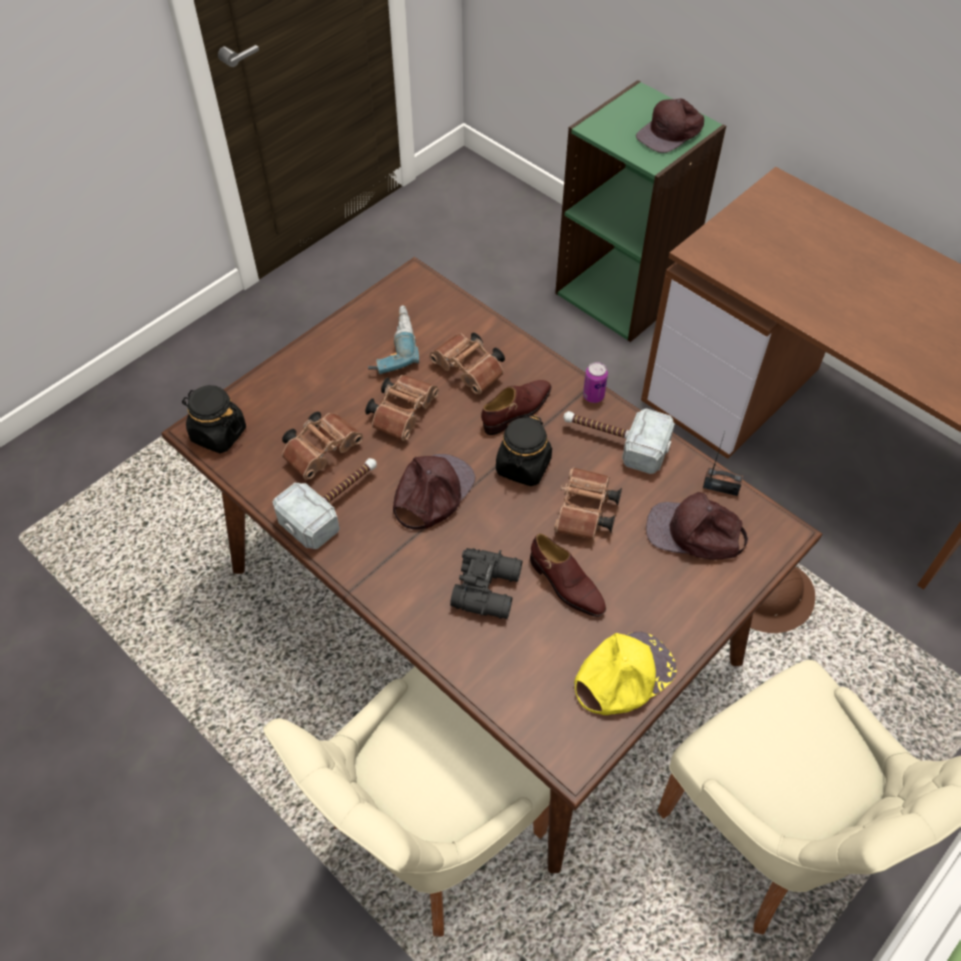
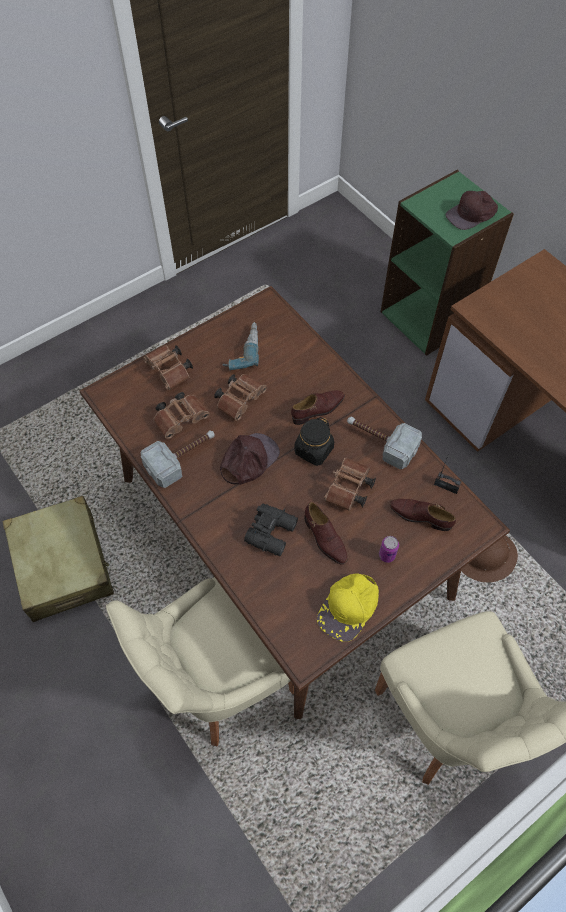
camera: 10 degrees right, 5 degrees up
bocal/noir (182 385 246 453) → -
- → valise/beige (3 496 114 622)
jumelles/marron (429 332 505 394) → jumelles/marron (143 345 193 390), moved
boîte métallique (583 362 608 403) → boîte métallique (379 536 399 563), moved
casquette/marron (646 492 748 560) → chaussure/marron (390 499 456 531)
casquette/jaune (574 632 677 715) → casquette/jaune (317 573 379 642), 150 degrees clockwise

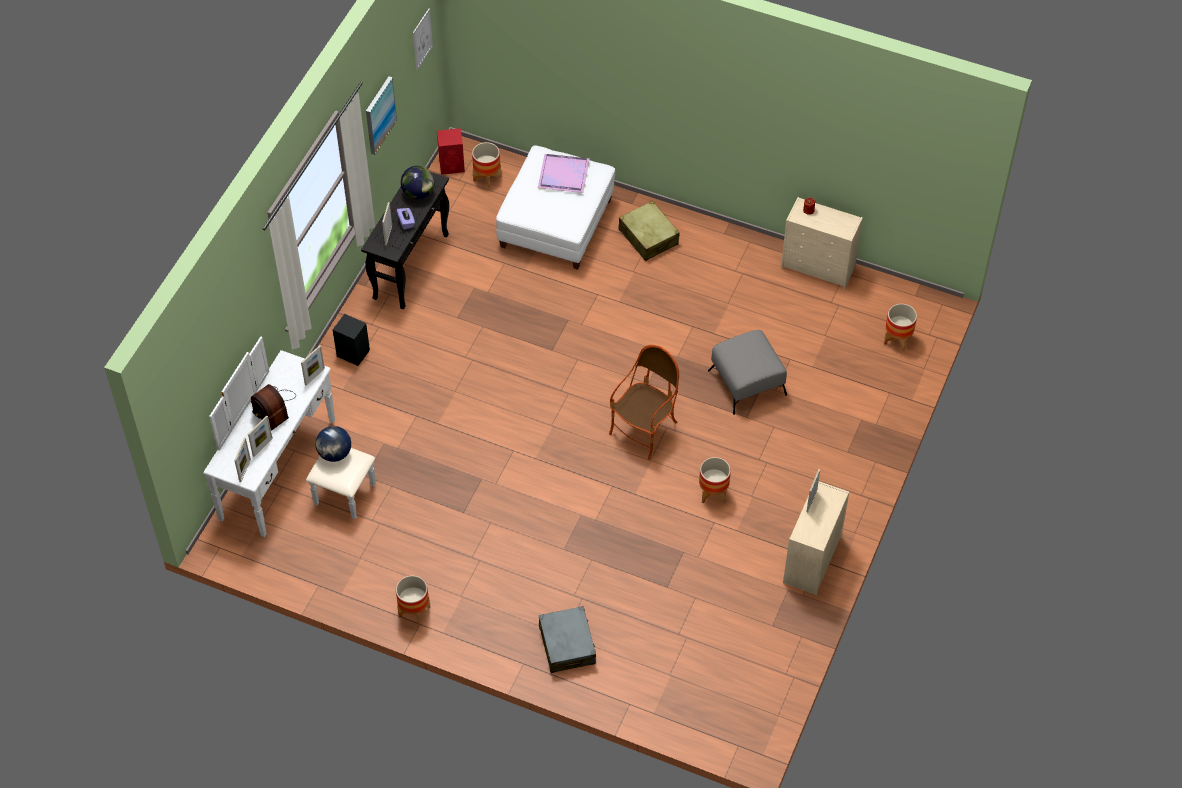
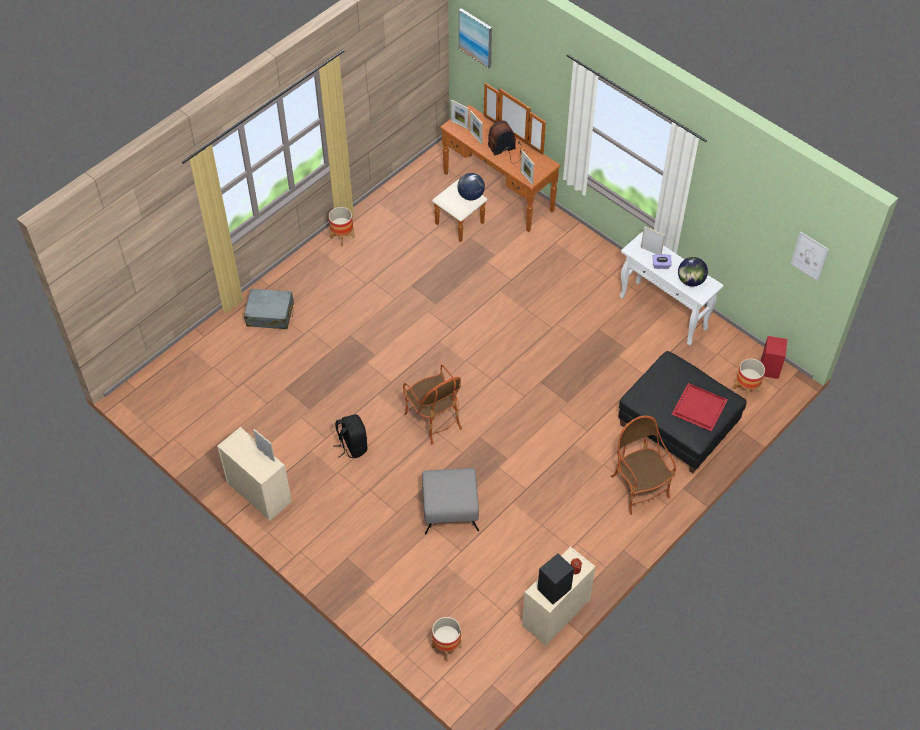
camera: 110 degrees right, 0 degrees up
enceinte/noir (333 314 370 366) → enceinte/noir (537 553 574 604), moved
tableau (366 76 397 155) → tableau (459 8 492 69), moved
valise/beige (618 201 680 261) → fauteuil (611 416 676 515)
cache-pot (699 457 731 504) → sac à dos/noir (333 414 367 458)
commode/blanc (203 336 375 537) → commode/marron (432 83 561 242)
table console/noir (361 172 449 309) → table console/blanc (619 231 724 345)
pouf/blanc (496 146 615 270) → pouf/noir (618 351 747 473)
plateau/violet (538 154 590 193) → plateau/rouge (672 383 728 432)

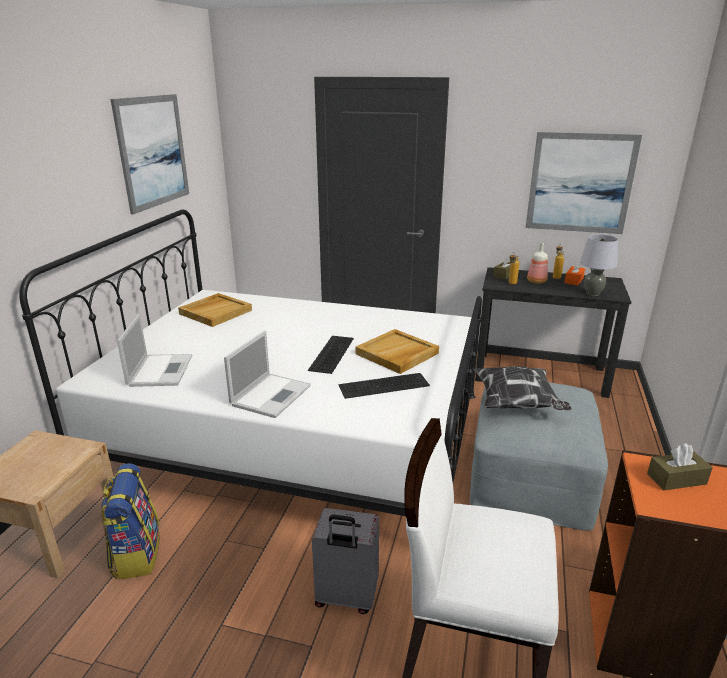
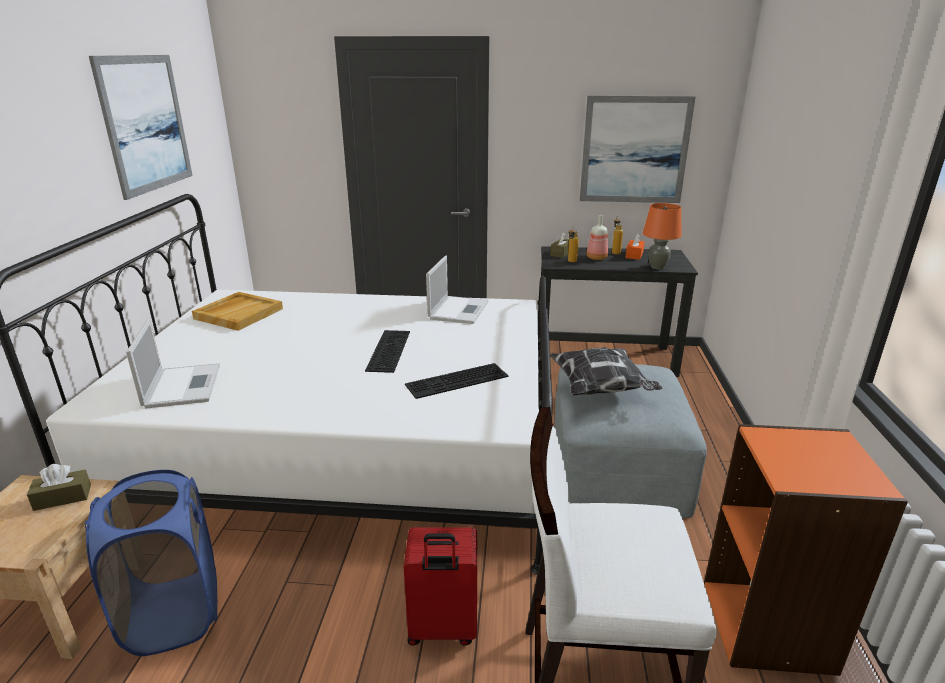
camera: 10 degrees left, 0 degrees up
plateau/beige (355 329 439 374) → -
ordinateur portable (224 331 311 418) → ordinateur portable (426 256 489 324), moved
boîte à mouchoirs/marron (647 443 713 491) → boîte à mouchoirs/marron (27 464 91 511), moved
sac à dos (101 463 159 580) → panier à linge/bleu (85 470 217 656)
valise/gris (312 508 379 614) → valise/rouge (404 527 477 646)
lampe de table/gris (580 234 618 296) → lampe de table/orange (643 203 682 269)

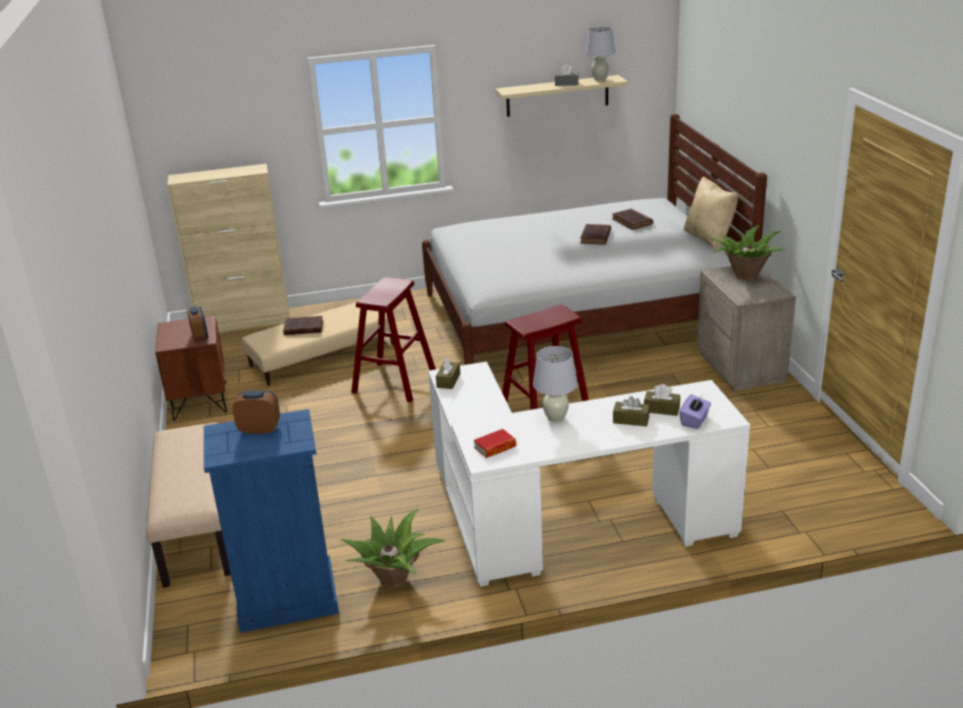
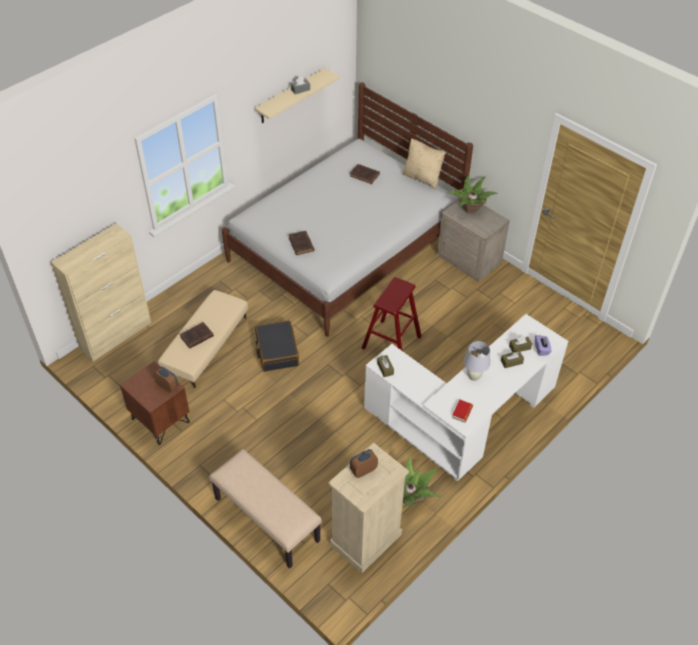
camera: 35 degrees left, 20 degrees up
lampe de table/blanc (585 27 615 81) → -
livre/marron (580 224 611 245) → livre/marron (289 231 314 255), moved
tabouret/rouge (351 277 436 402) → valise/noir (255 321 299 372)
commode/bleu (204 409 339 633) → commode/beige (328 443 409 573)

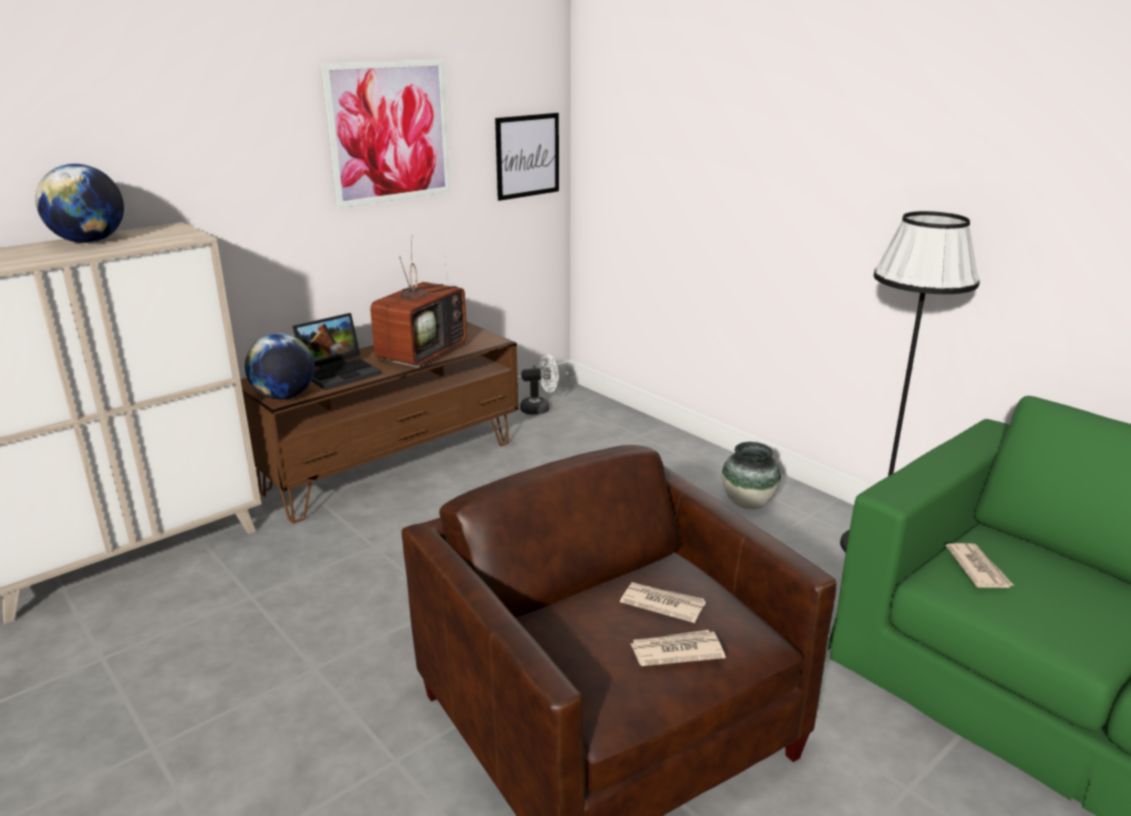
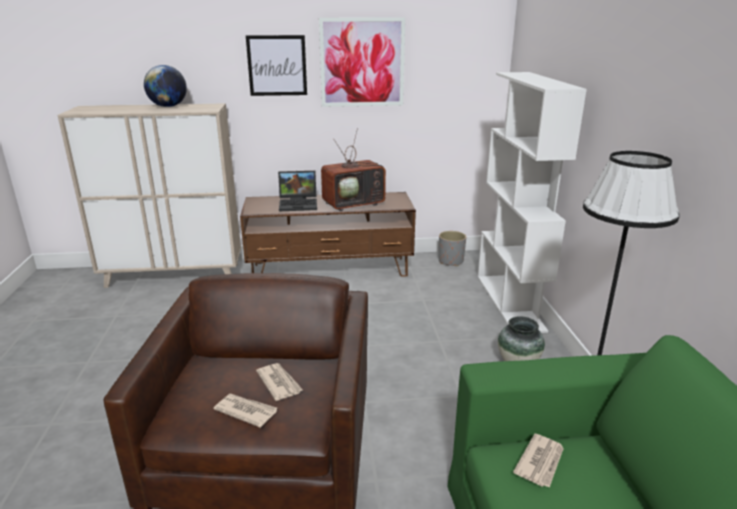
camera: 35 degrees right, 0 degrees up
globe (245 333 315 399) → -
- → bibliothèque/blanc (477 72 587 333)
tableau (495 113 559 201) → tableau (246 35 307 96), moved
ventilateur/blanc (520 354 559 415) → cache-pot/gris (439 231 466 266)

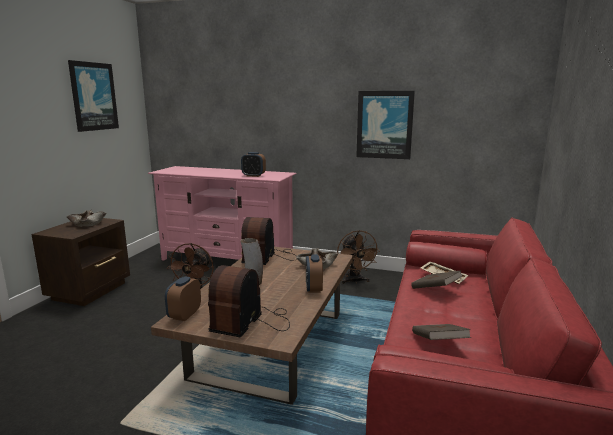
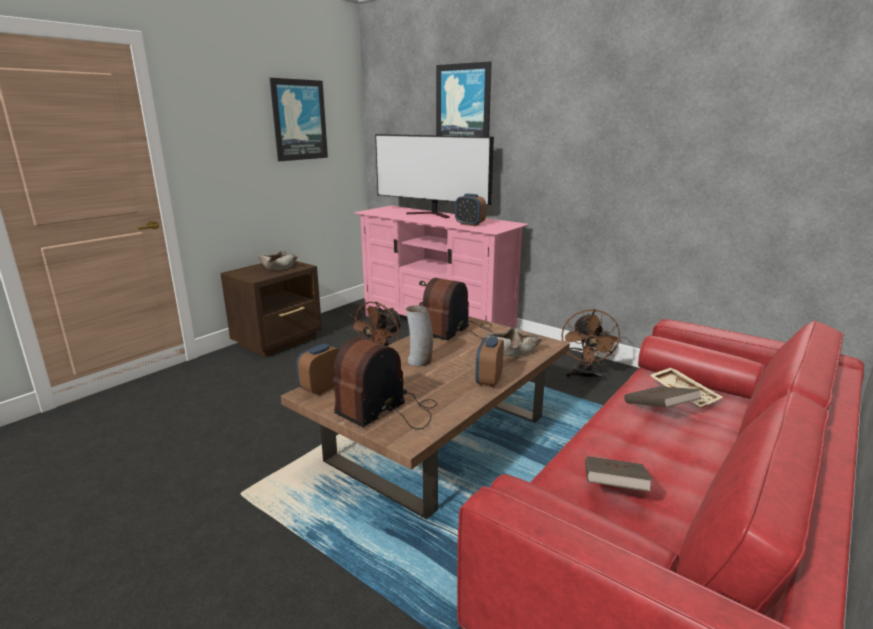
camera: 20 degrees right, 5 degrees up
- → téléviseur (375 134 494 218)
tableau (356 91 415 159) → tableau (436 61 492 137), moved

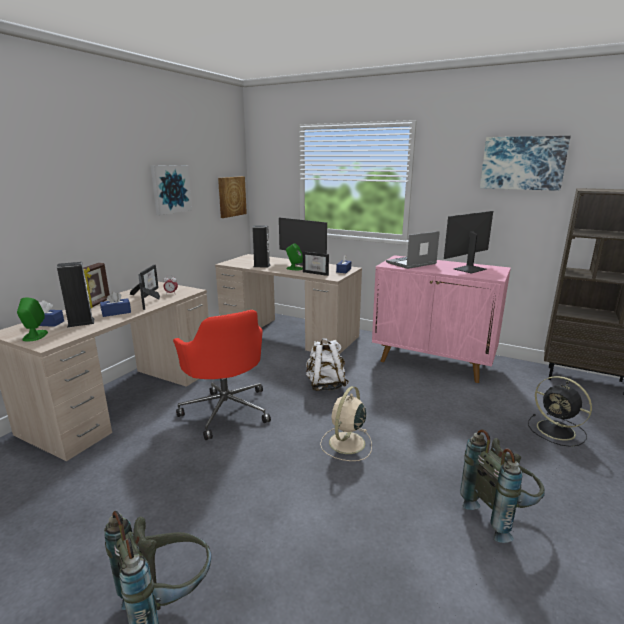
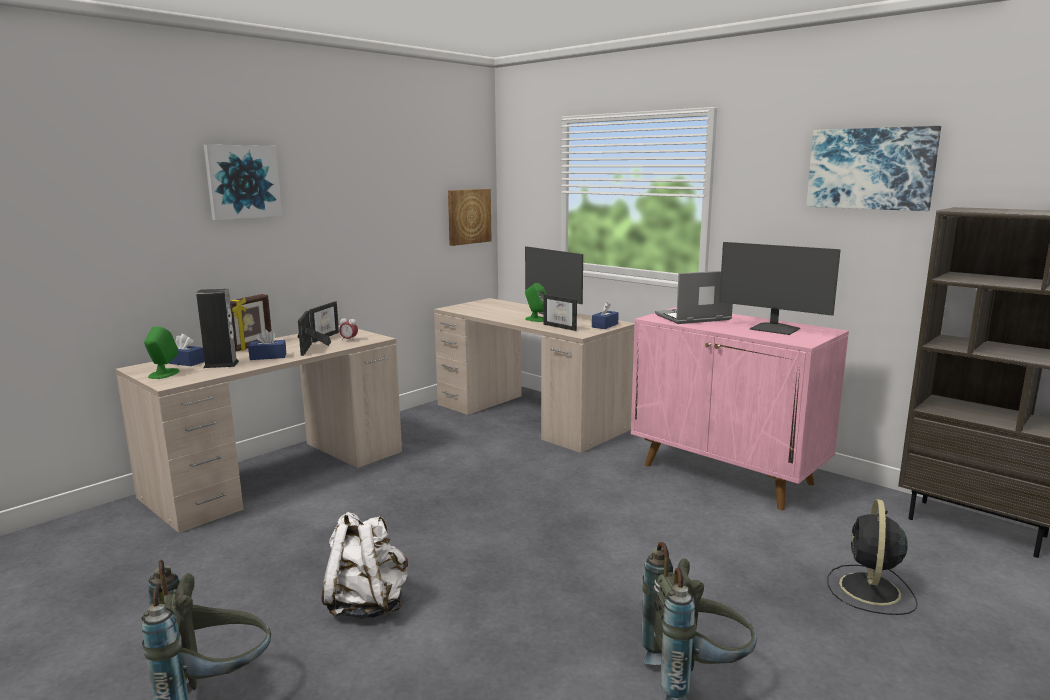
camera: 15 degrees right, 5 degrees down
chaise de bureau/rouge (173 310 271 440) → -
enceinte (252 225 270 268) → -
ventilateur/beige (320 386 372 461) → -
tableau (151 165 192 215) → tableau (204 145 282 220), moved
sac à dos/blanc (306 338 349 391) → sac à dos/blanc (322 512 408 619), moved
écran d'ordinateur (444 211 493 274) → écran d'ordinateur (719 242 841 335), 120 degrees counterclockwise
ventilateur/noir (528 376 592 447) → ventilateur/noir (828 499 918 615), 45 degrees clockwise

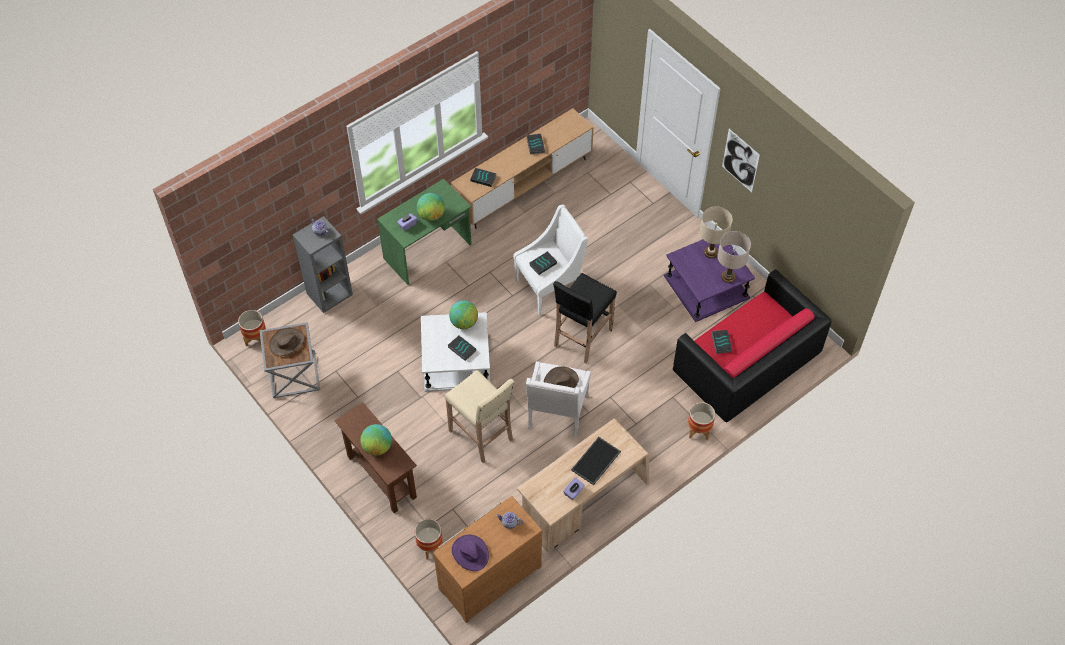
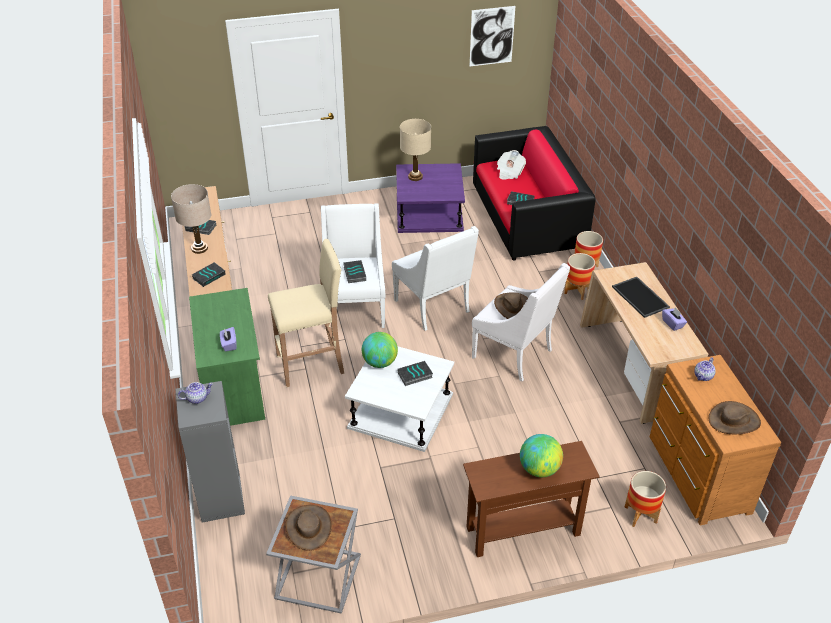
camera: 65 degrees left, 15 degrees down
globe (417 193 445 221) → -
- → journal (497 150 526 180)
cache-pot (238 310 266 346) → cache-pot (564 253 595 300), moved
tabouret/beige (445 370 514 464) → tabouret/beige (268 239 344 387), moved
lampe de table/beige (717 231 751 283) → lampe de table/beige (171 184 211 254), moved
tableau (722 129 760 192) → tableau (470 6 515 66), moved
tabouret/noir (553 273 617 363) → fauteuil/blanc (392 226 479 331)
chapeau/violet (452 535 489 571) → chapeau/marron (709 401 761 434)

